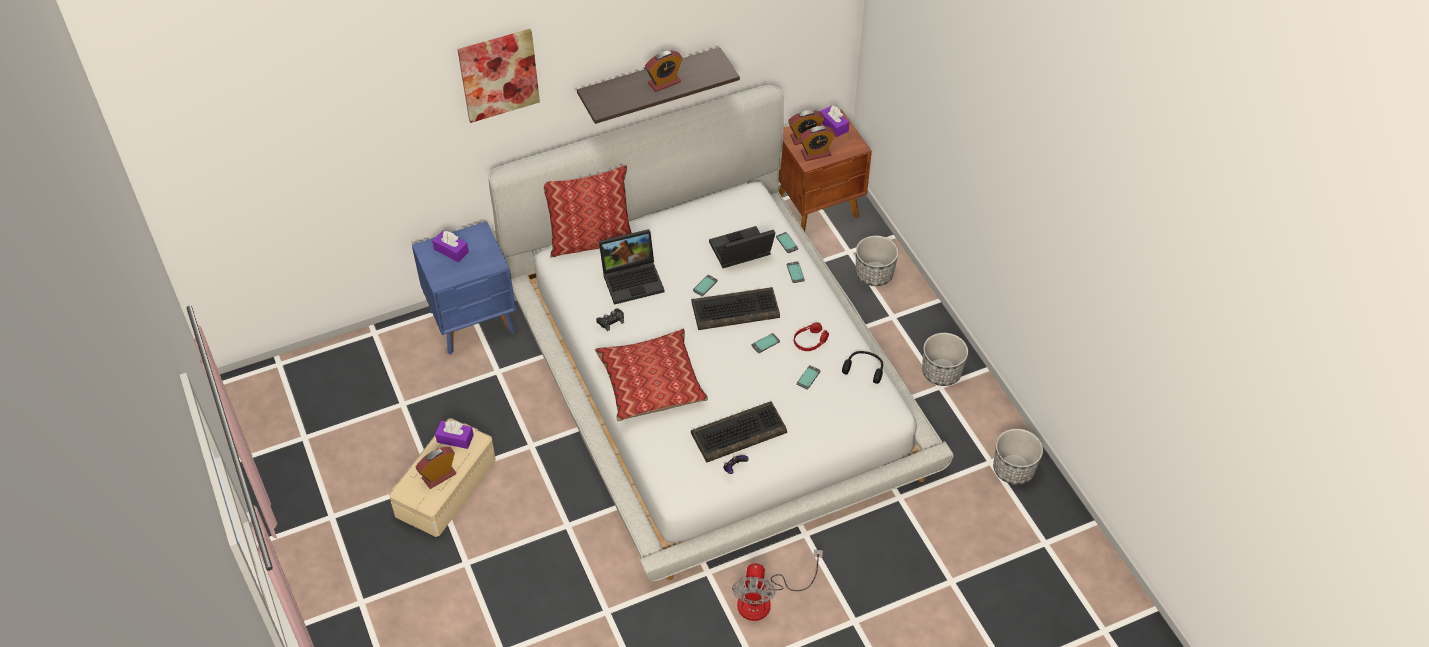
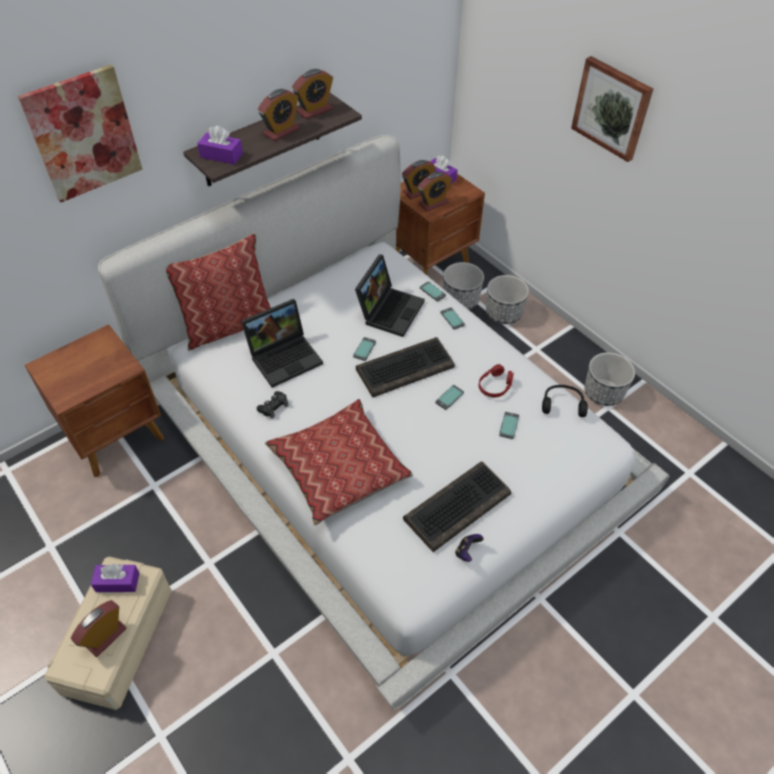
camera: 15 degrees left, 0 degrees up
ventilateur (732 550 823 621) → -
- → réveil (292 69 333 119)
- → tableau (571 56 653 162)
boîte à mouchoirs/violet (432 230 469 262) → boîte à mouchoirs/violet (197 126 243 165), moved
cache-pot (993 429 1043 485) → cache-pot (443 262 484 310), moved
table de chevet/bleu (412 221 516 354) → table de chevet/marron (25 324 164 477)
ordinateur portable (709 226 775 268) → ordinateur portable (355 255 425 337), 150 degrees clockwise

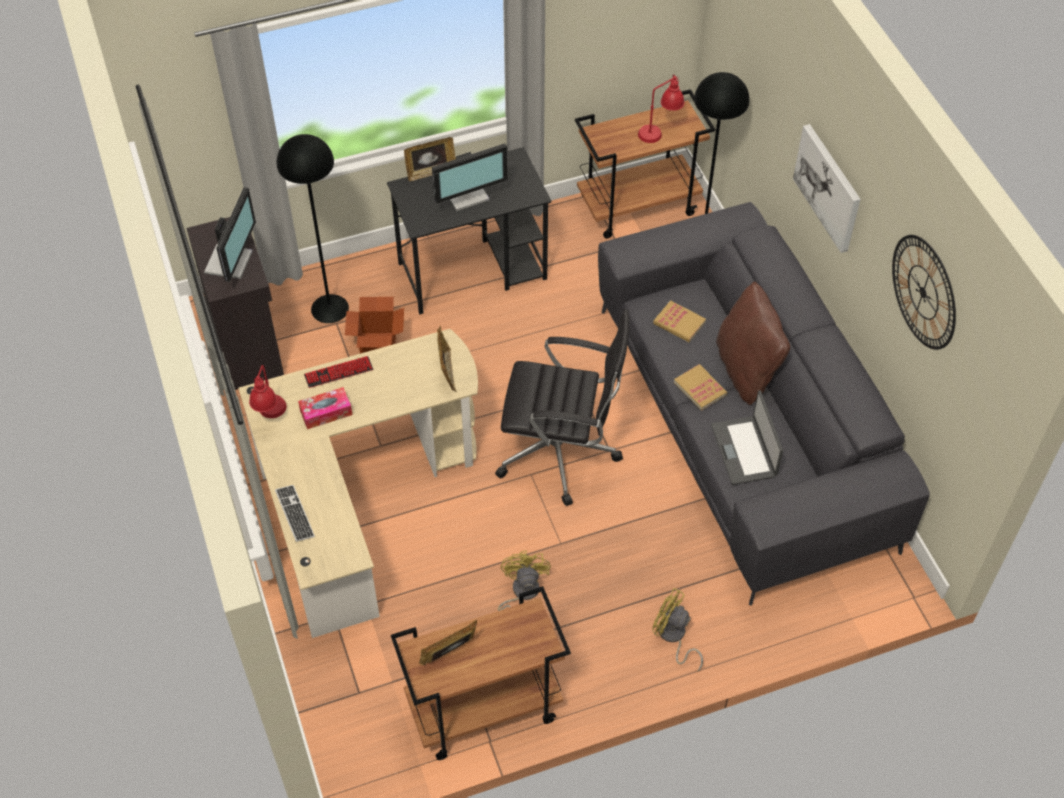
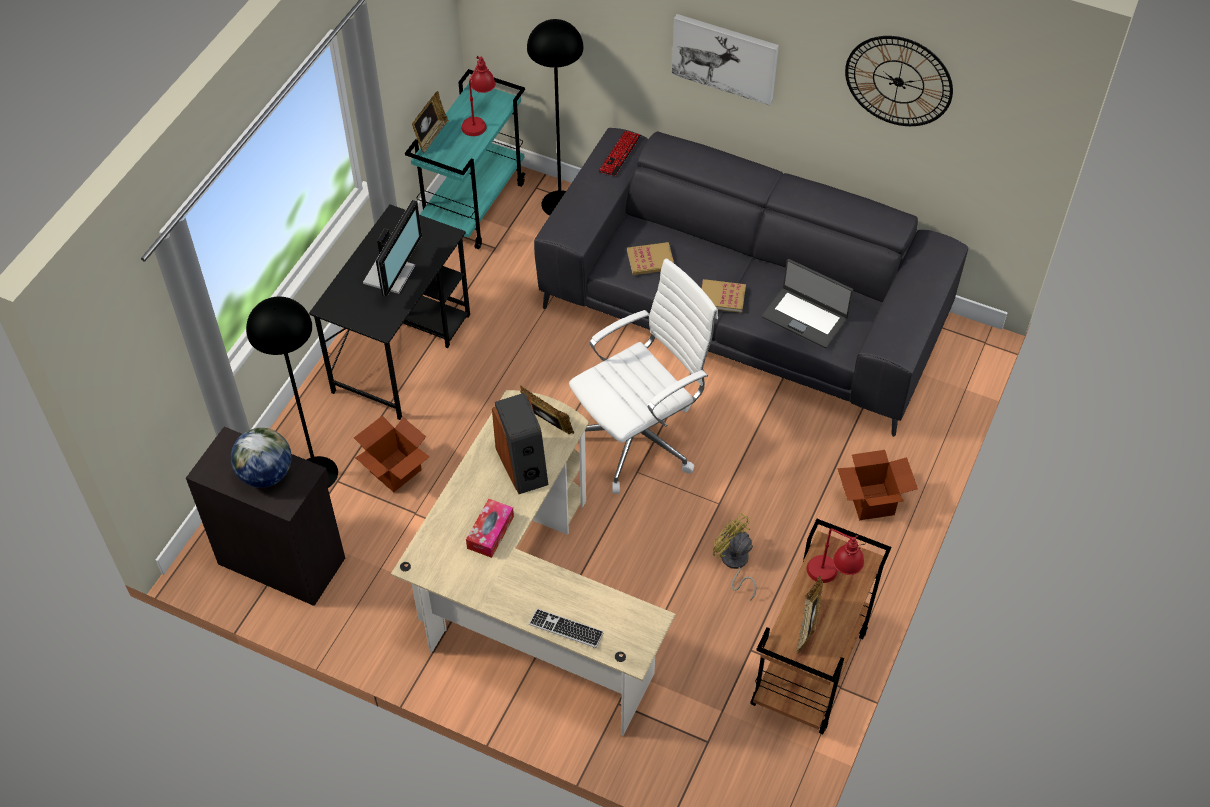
camera: 45 degrees left, 0 degrees up
coussin/marron (716 282 790 405) → -
- → enceinte (492 393 548 494)
lampe de table/rouge (249 365 287 418) → lampe de table/rouge (807 528 866 583), moved
clavier (304 356 373 388) → clavier (599 131 641 176), moved
cadre photo (404 137 456 181) → cadre photo (412 91 449 153), moved
écran d'ordinateur (204 187 256 282) → globe (231 428 292 488)
ventilateur/jaune (653 588 703 671) → carton (837 450 918 520)
chaise de bureau/noir (495 309 630 506) → chaise de bureau/blanc (569 258 718 494)
chariot/marron (575 89 715 239) → chariot/turquoise (405 69 526 249)

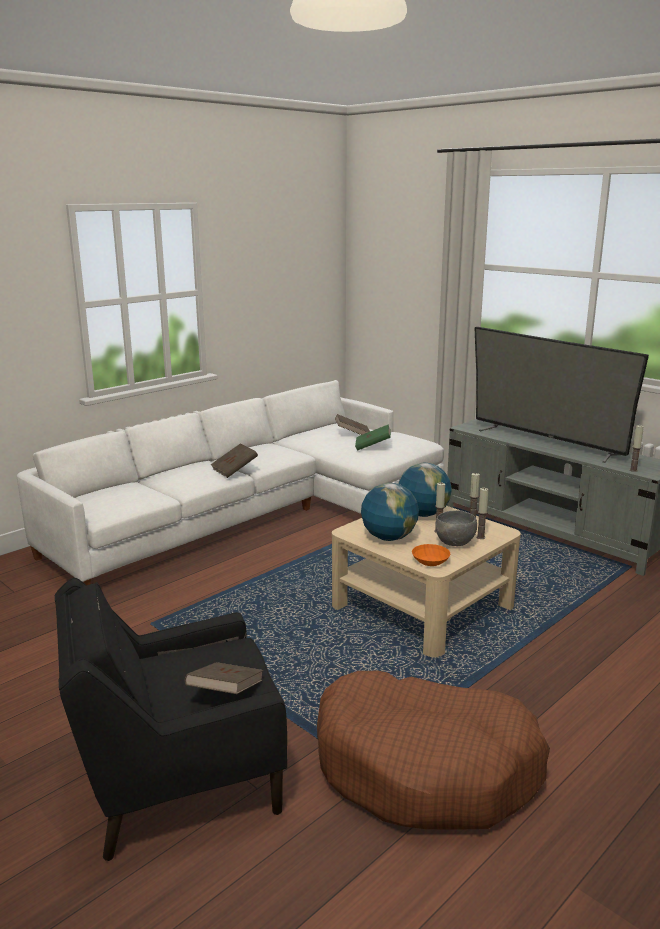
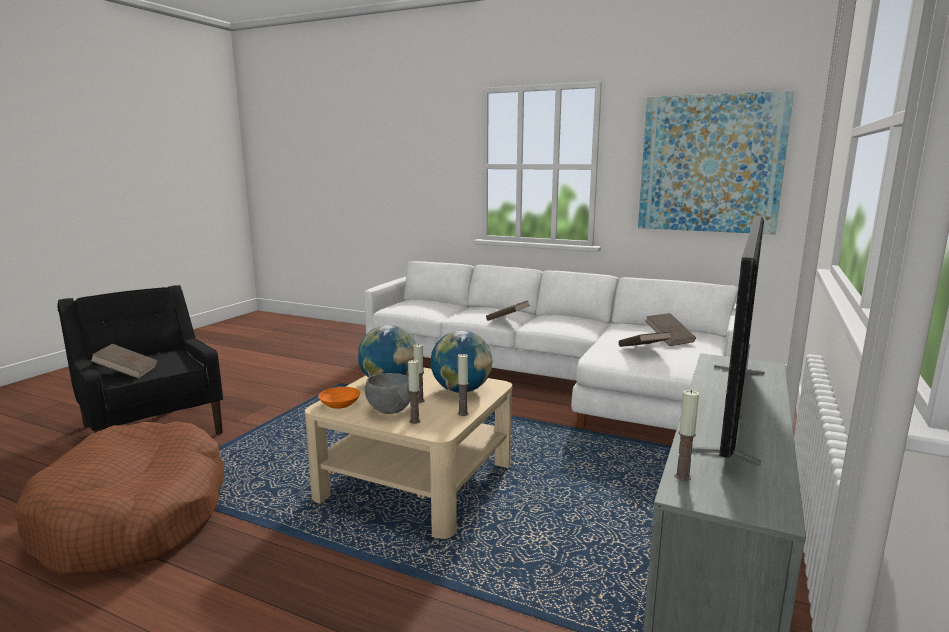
camera: 70 degrees right, 5 degrees down
- → tableau (638 91 794 234)
livre/vert (355 424 391 451) → livre/marron (619 332 672 347)

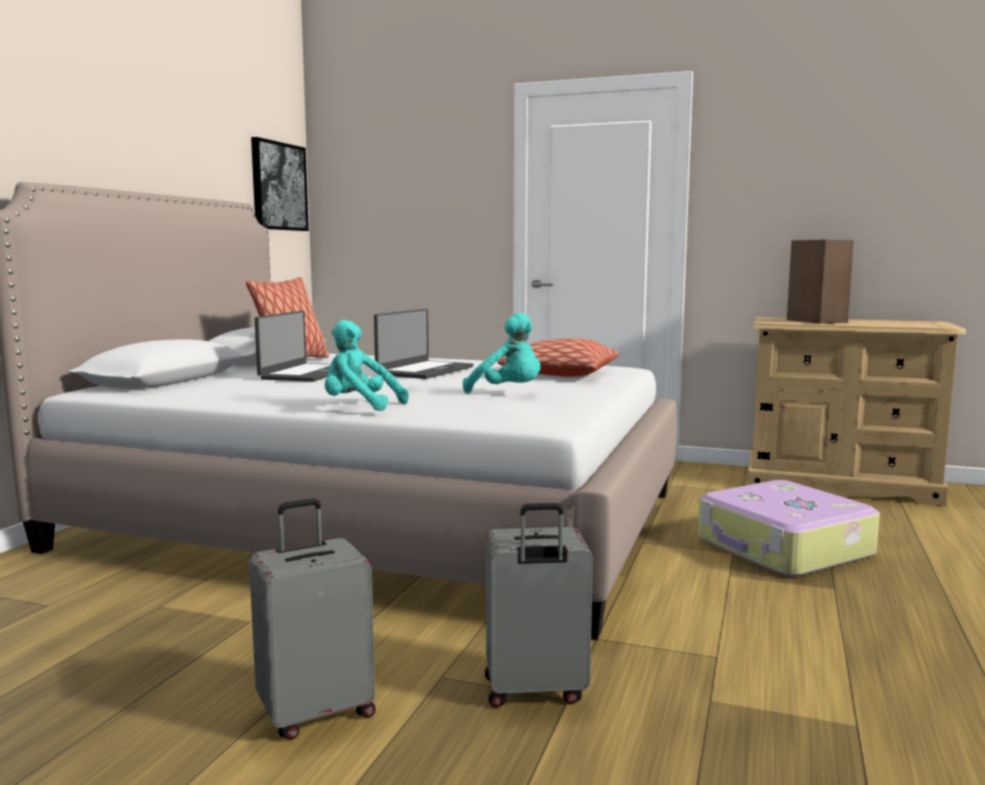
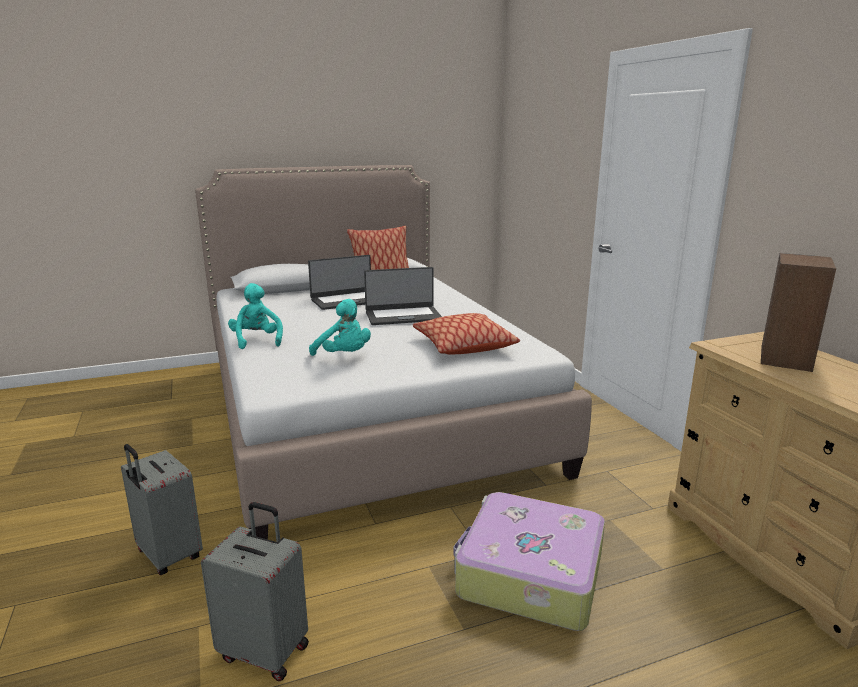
camera: 50 degrees right, 10 degrees up
tableau (251 137 309 231) → -
valise/gris (249 498 376 740) → valise/gris (201 502 309 681), moved
peluche/turquoise (463 313 541 393) → peluche/turquoise (309 299 371 356), 45 degrees counterclockwise

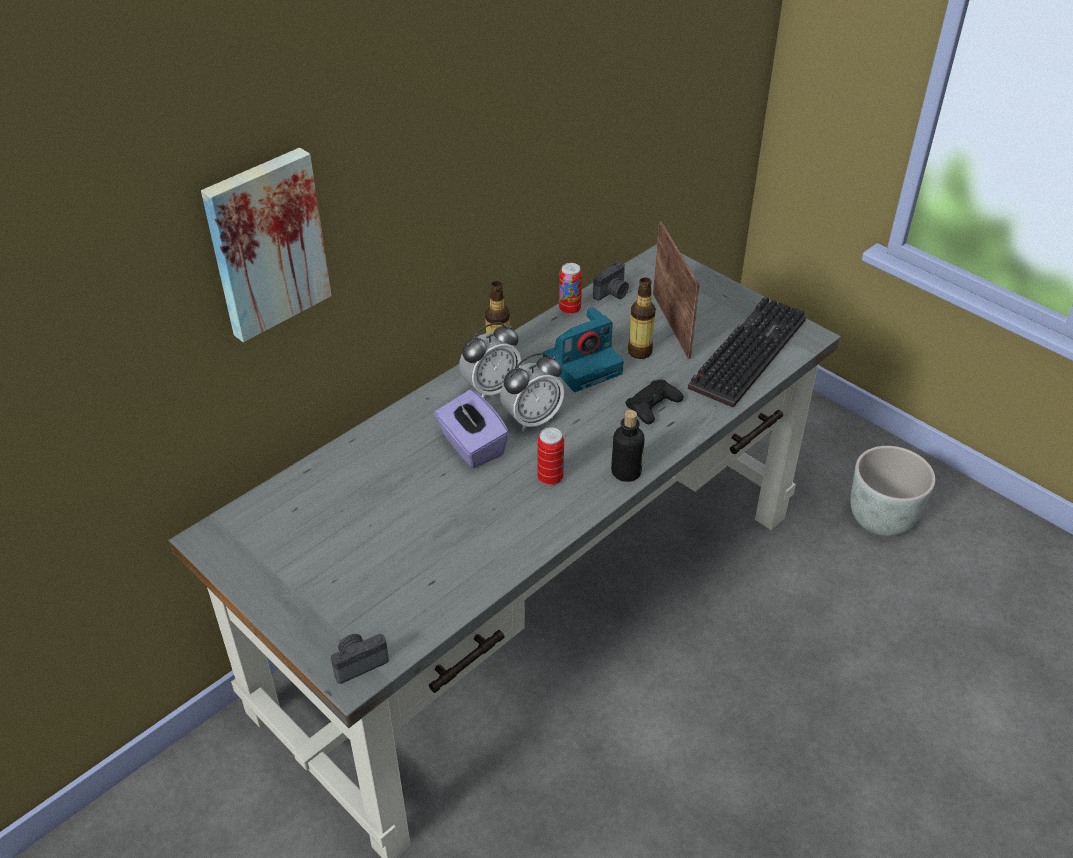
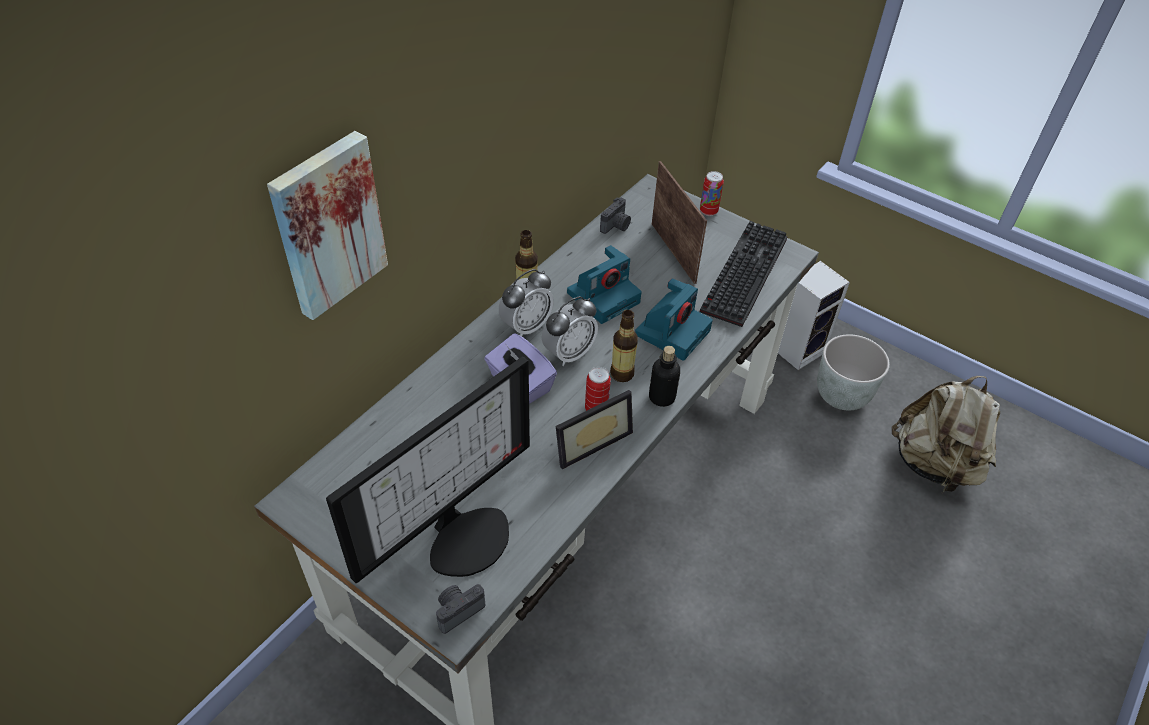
camera: 10 degrees left, 5 degrees up
- → écran d'ordinateur (326 356 530 583)
- → cadre photo (556 390 633 469)
- → enceinte (778 261 850 370)
- → sac à dos/beige (892 376 1000 492)
boîte métallique (559 263 582 315) → boîte métallique (700 171 724 216), moved
bouteille (628 277 656 359) → bouteille (610 310 638 382), moved
manette/noir (625 379 684 424) → appareil photo (635 278 713 361)

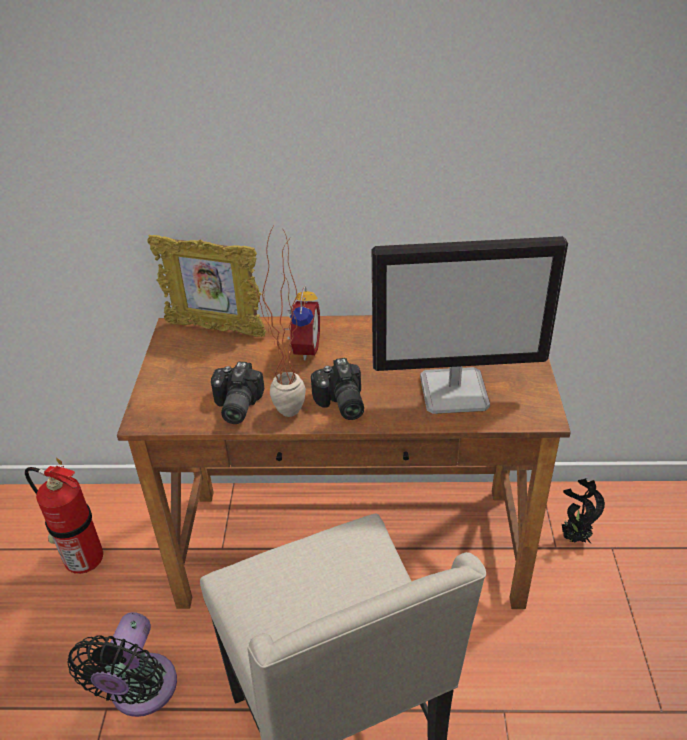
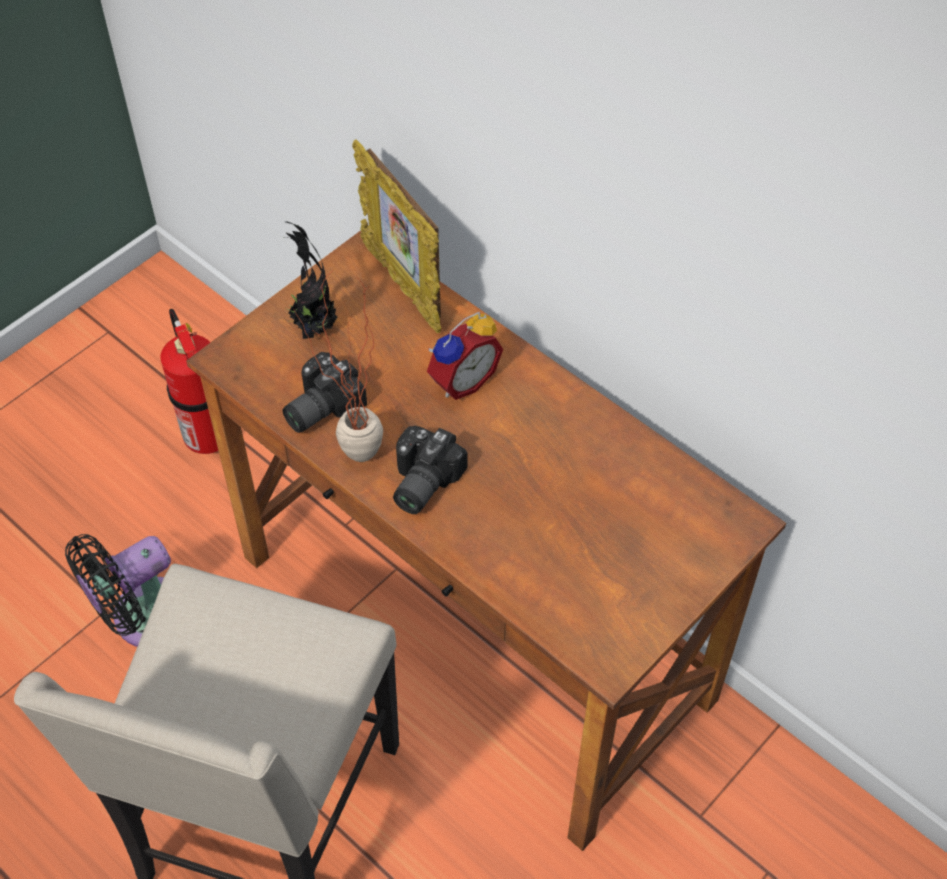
camera: 40 degrees right, 15 degrees up
écran d'ordinateur (372 236 568 414) → -
plante en pot (562 478 605 543) → plante en pot (284 221 337 339), moved

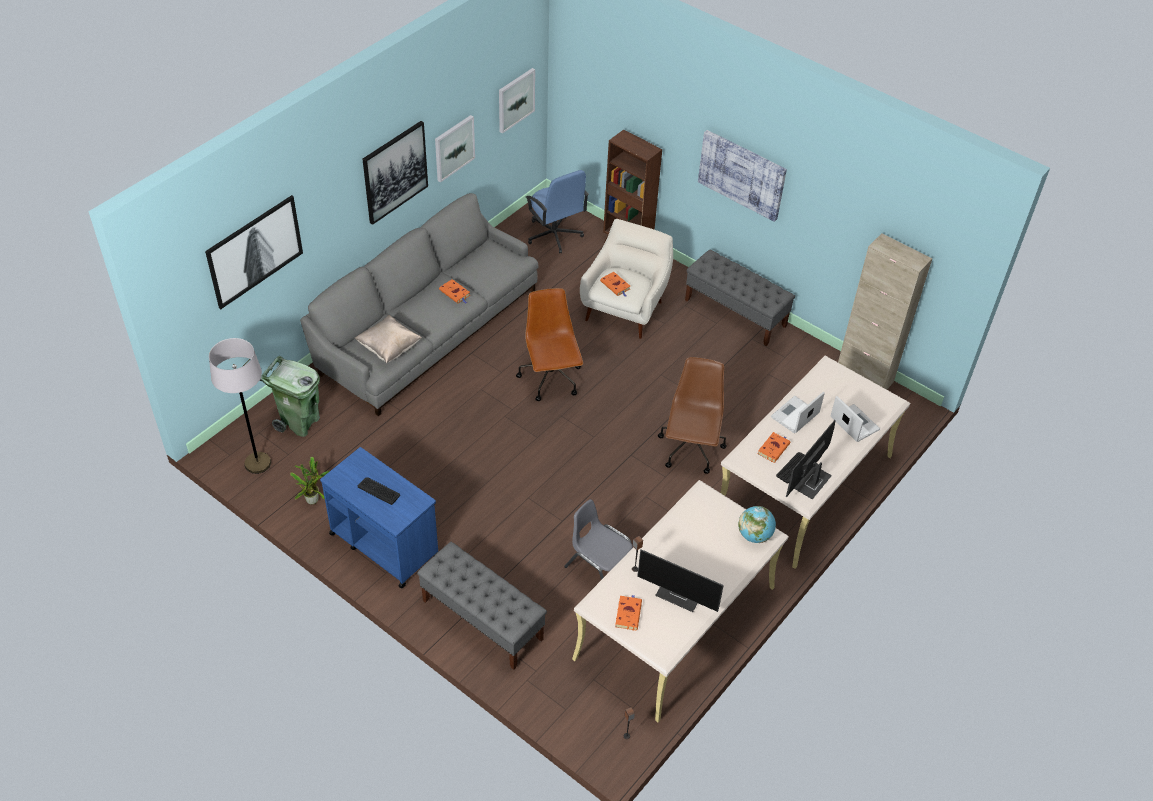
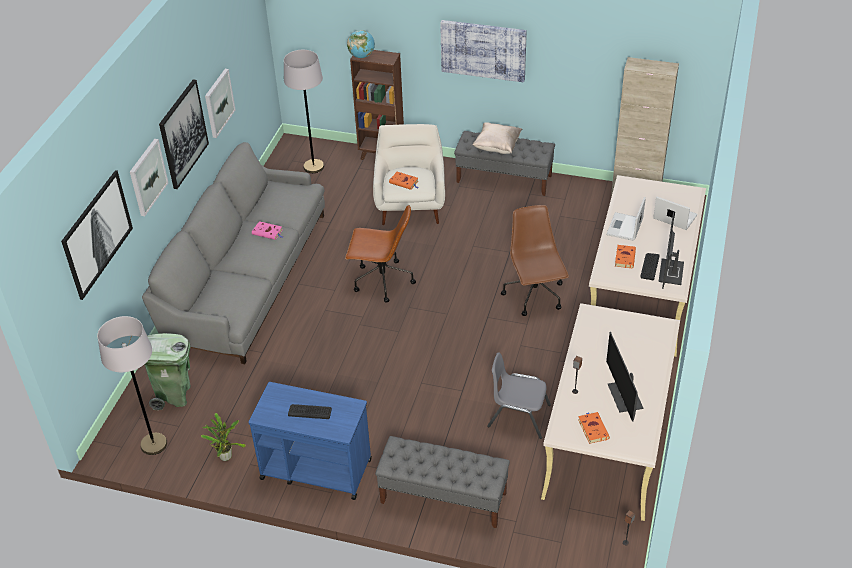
camera: 20 degrees left, 5 degrees down
coussin/beige (355 315 422 363) → coussin/beige (472 122 522 154), moved
tableau (499 68 535 134) → tableau (130 139 168 216), moved
globe (738 506 776 543) → globe (347 30 375 58), moved
chaise de bureau/bleu (526 170 589 253) → lampadaire/gris (284 50 324 173)
livre/orange (439 279 470 304) → livre/rose (252 221 283 240)
chaise de bureau/marron (516 288 583 401) → chaise de bureau/marron (345 205 416 303), 135 degrees clockwise
écran d'ordinateur (637 549 723 612) → écran d'ordinateur (606 332 643 422), 75 degrees clockwise

